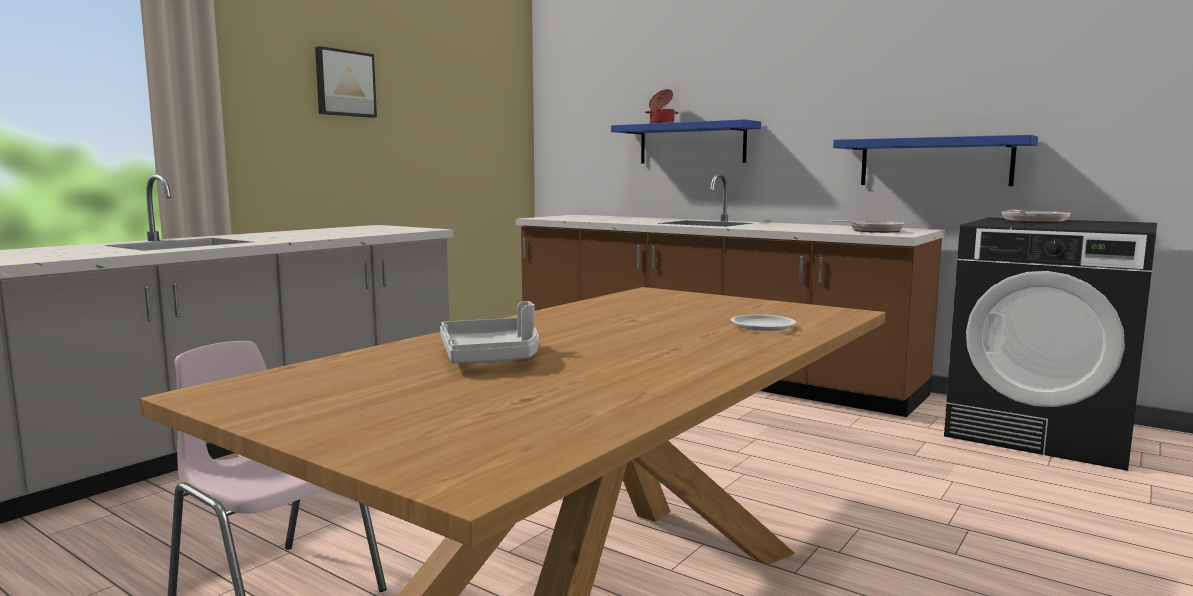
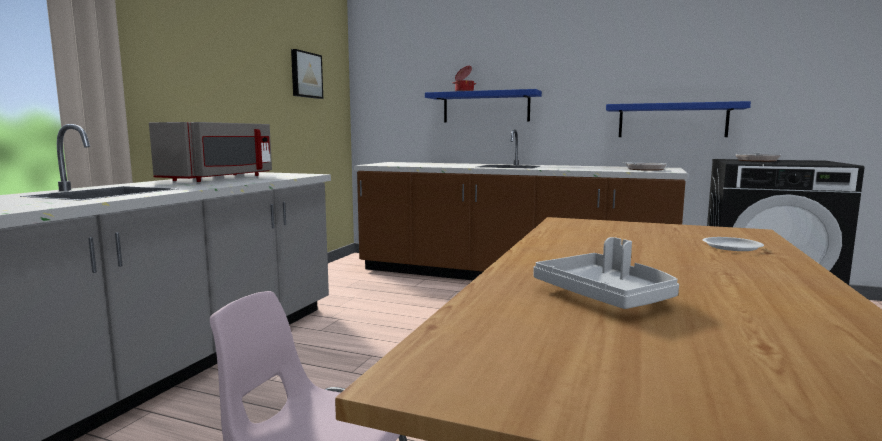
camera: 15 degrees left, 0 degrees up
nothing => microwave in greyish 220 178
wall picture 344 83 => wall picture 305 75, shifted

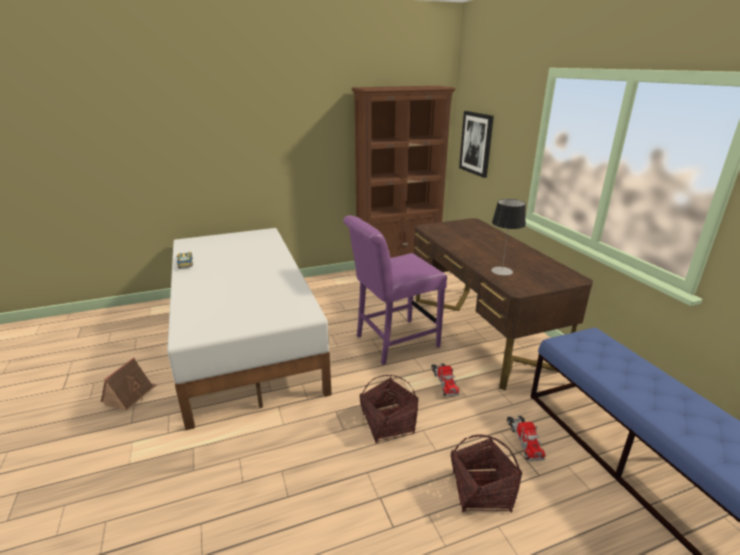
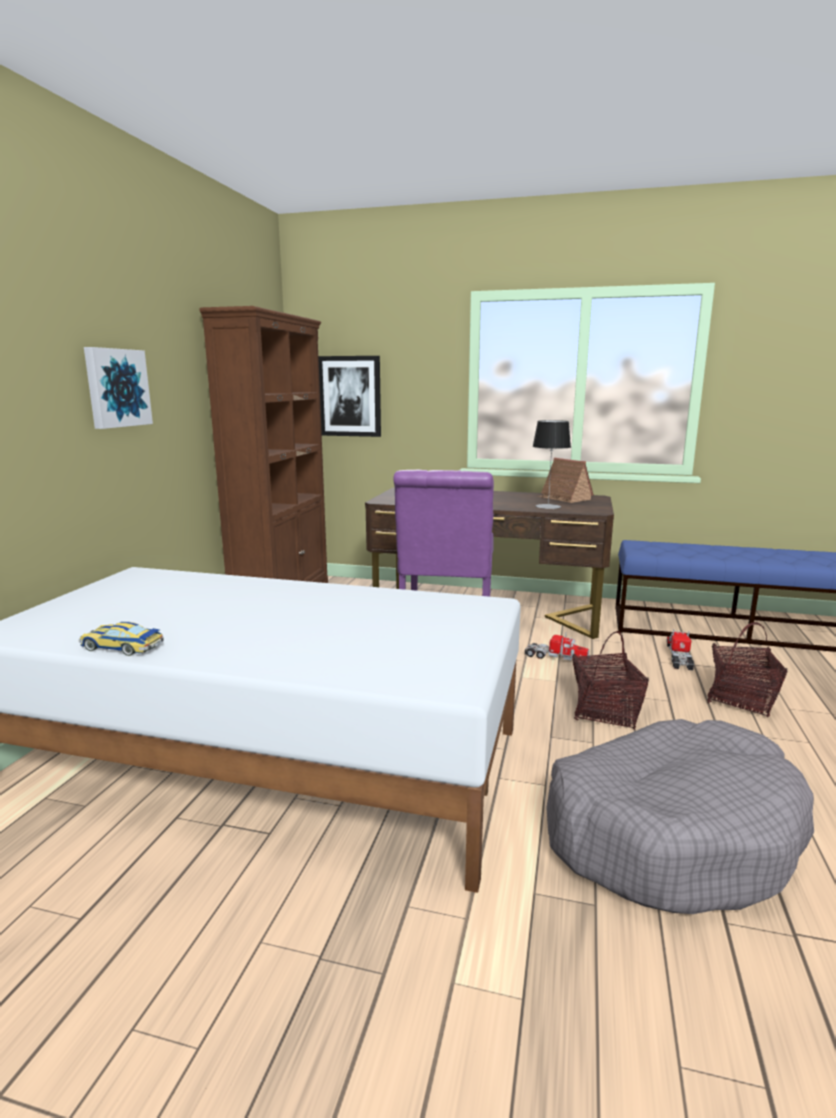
camera: 55 degrees left, 10 degrees down
nothing => wall picture 116 388
nothing => dog bed in greyish 670 833
toy house 130 395 => toy house 564 498, shifted
model truck 524 440 => model truck 679 657, 105 degrees counterclockwise

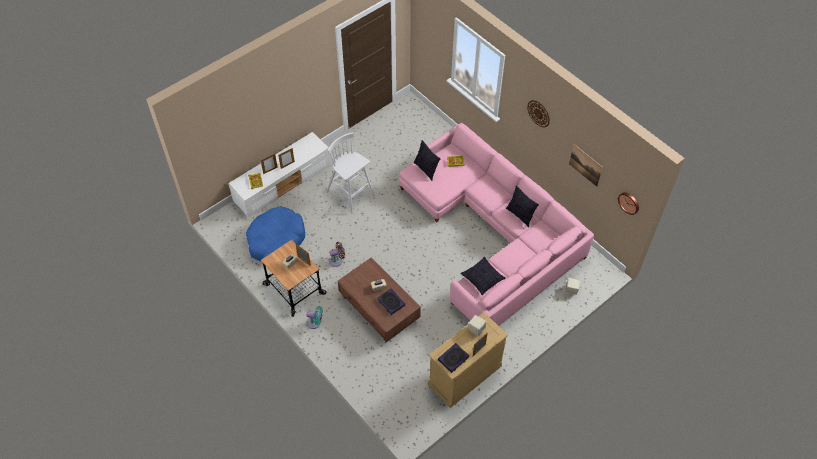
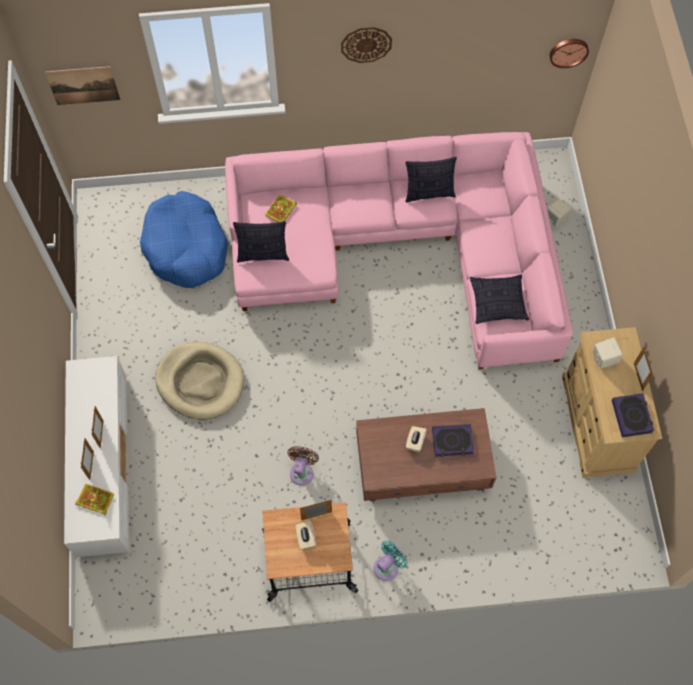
camera: 55 degrees left, 10 degrees up
dog bed in bluish 276 240 => dog bed in bluish 186 247, shifted
wall picture 585 165 => wall picture 83 85, shifted
stool in white 351 194 => dog bed in beige-coloured 200 382

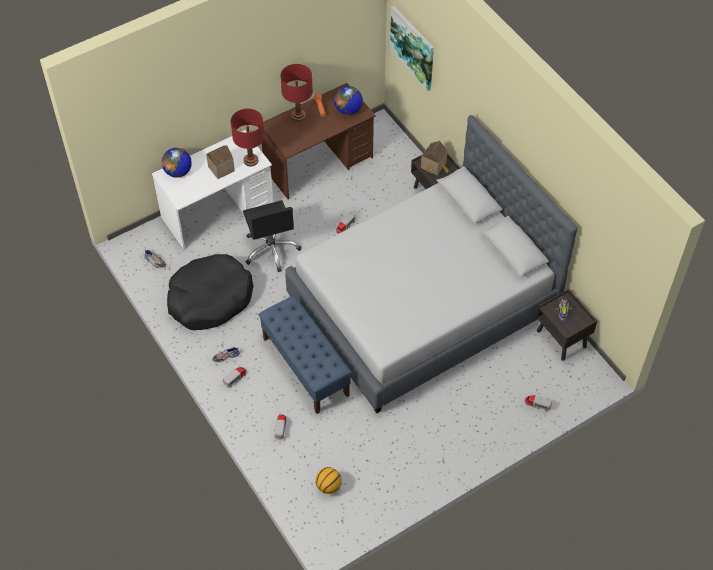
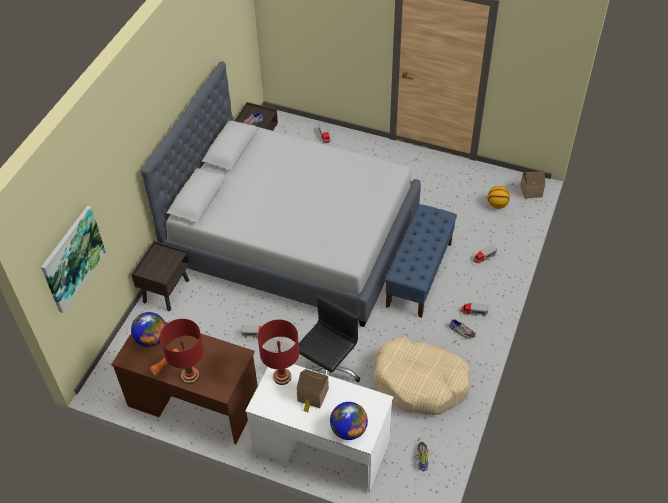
camera: 125 degrees left, 5 degrees down
toy house 434 166 => toy house 530 190, shifted
dog bed in black-coloured 210 299 => dog bed in beige-coloured 420 382

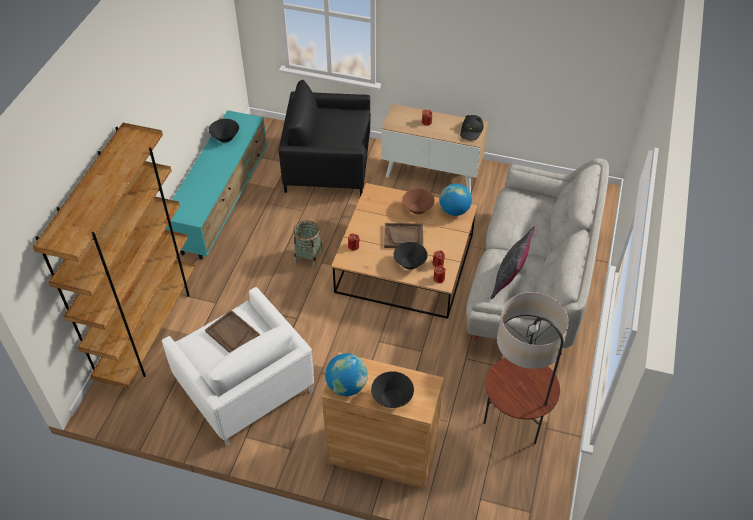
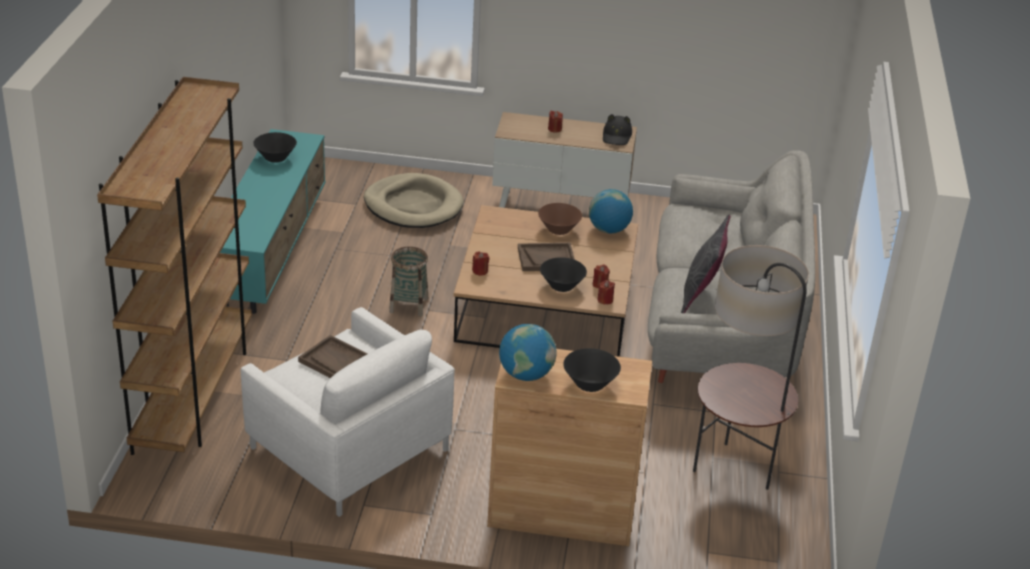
camera: 10 degrees left, 15 degrees down
lounge chair in black-coloured 328 166 => dog bed in beige-coloured 413 205

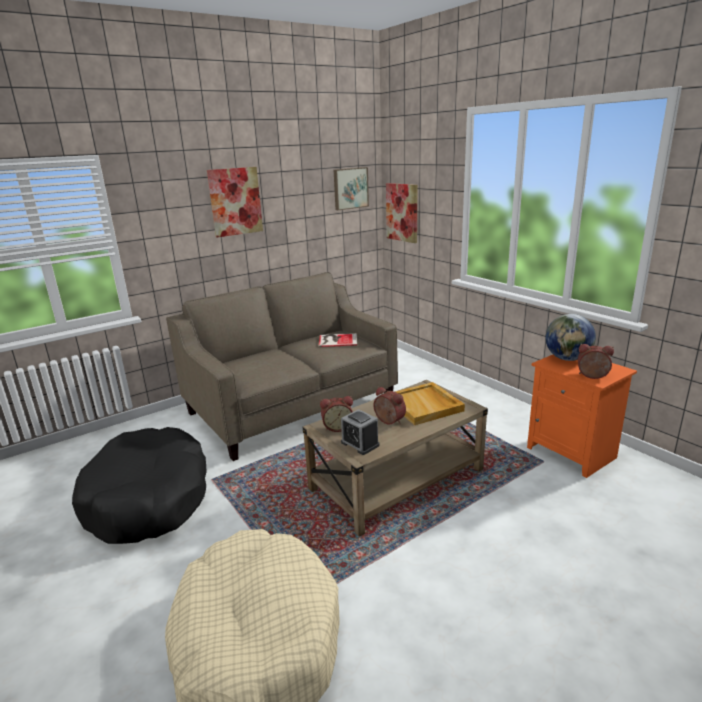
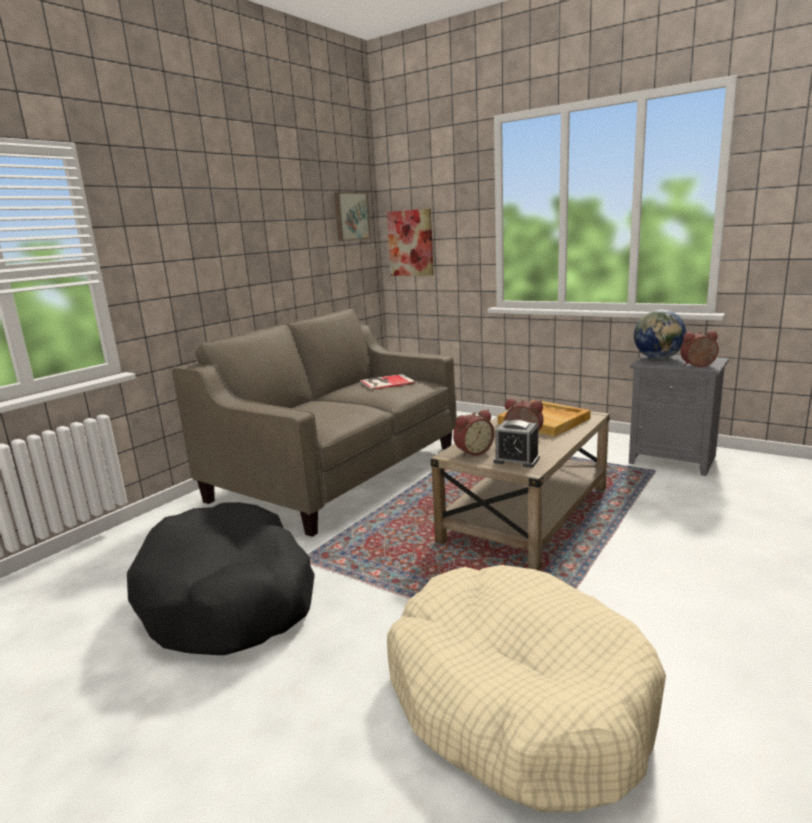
camera: 20 degrees left, 5 degrees down
wall picture 235 201 => nothing
bedside table in orange-coloured 572 452 => bedside table in greyish 673 459

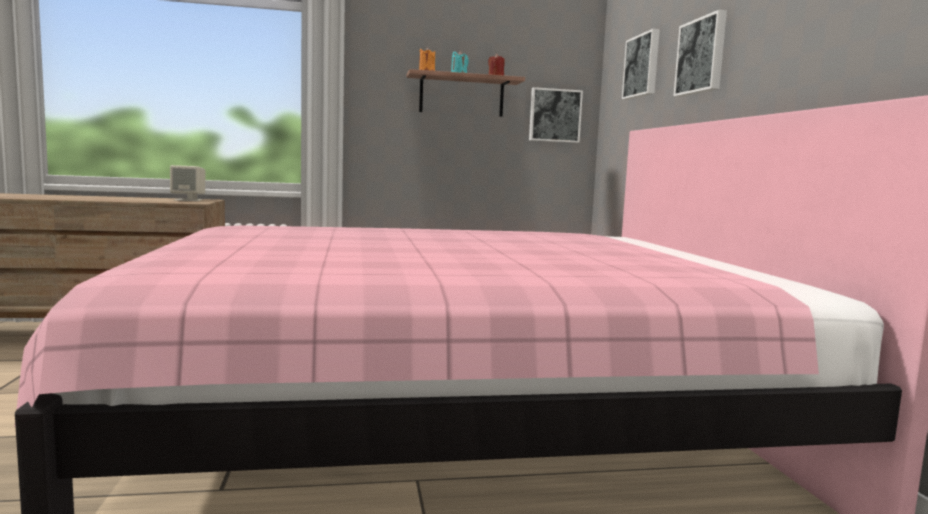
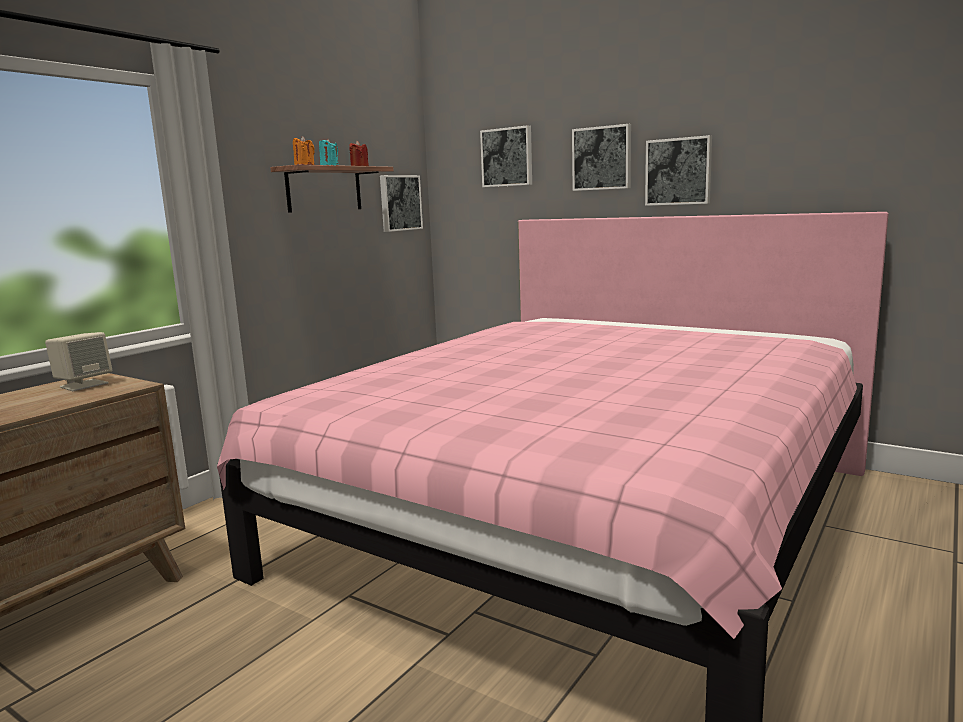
camera: 45 degrees left, 5 degrees up
nothing => wall picture 678 171

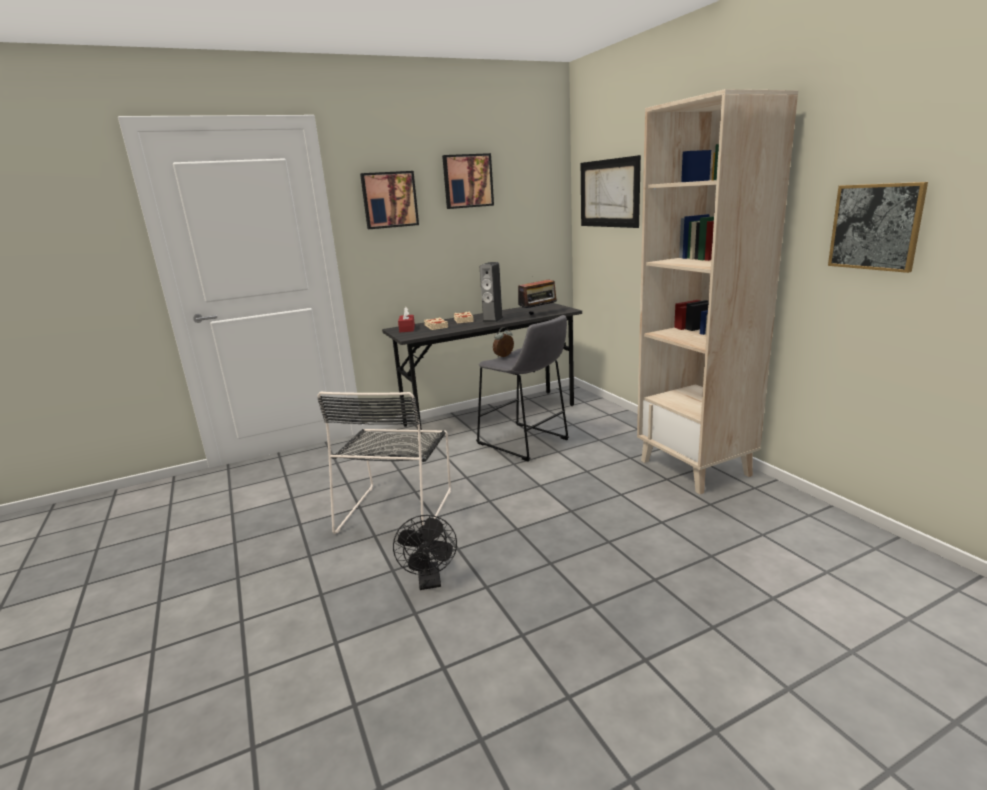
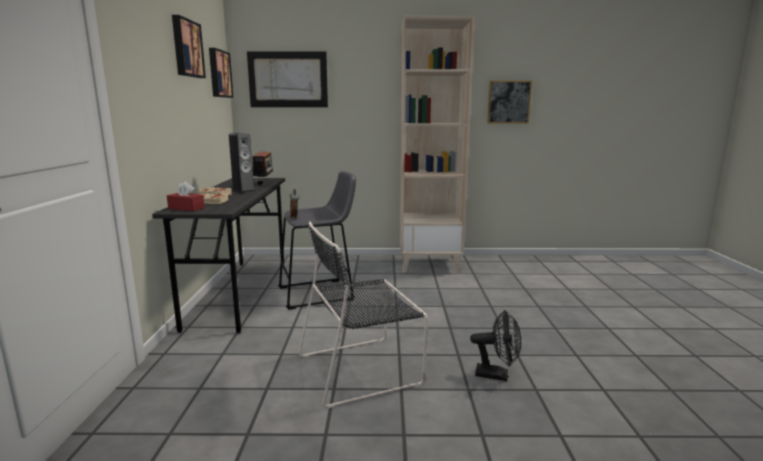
camera: 65 degrees left, 5 degrees down
wall picture 389 200 => wall picture 219 74, shifted
upright chair in black-coloured 397 509 => upright chair in black-coloured 362 368, 120 degrees clockwise

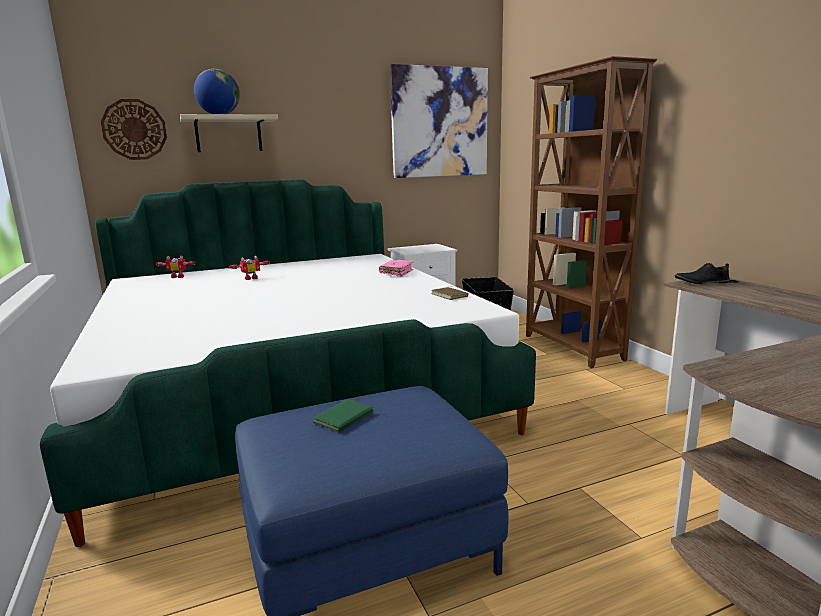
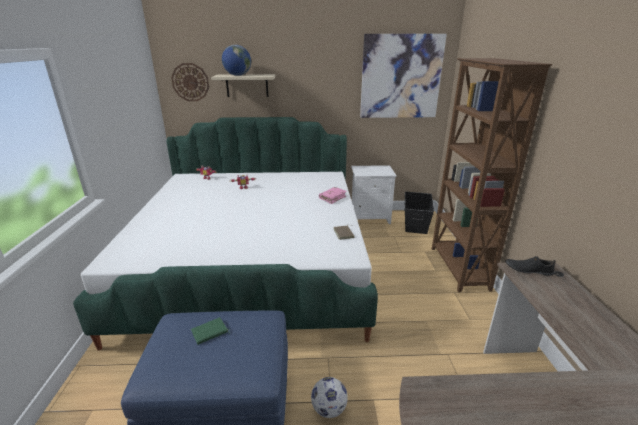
camera: 20 degrees right, 10 degrees up
nothing => ball for football 328 409

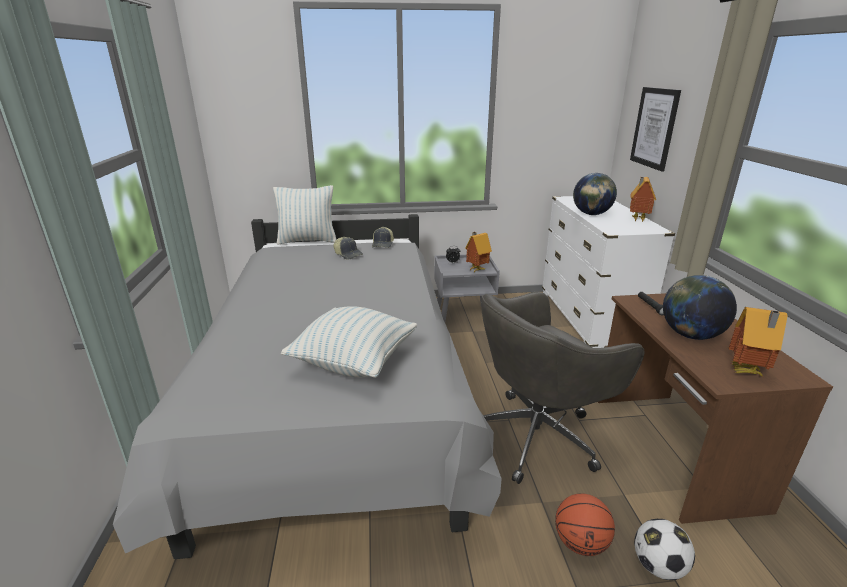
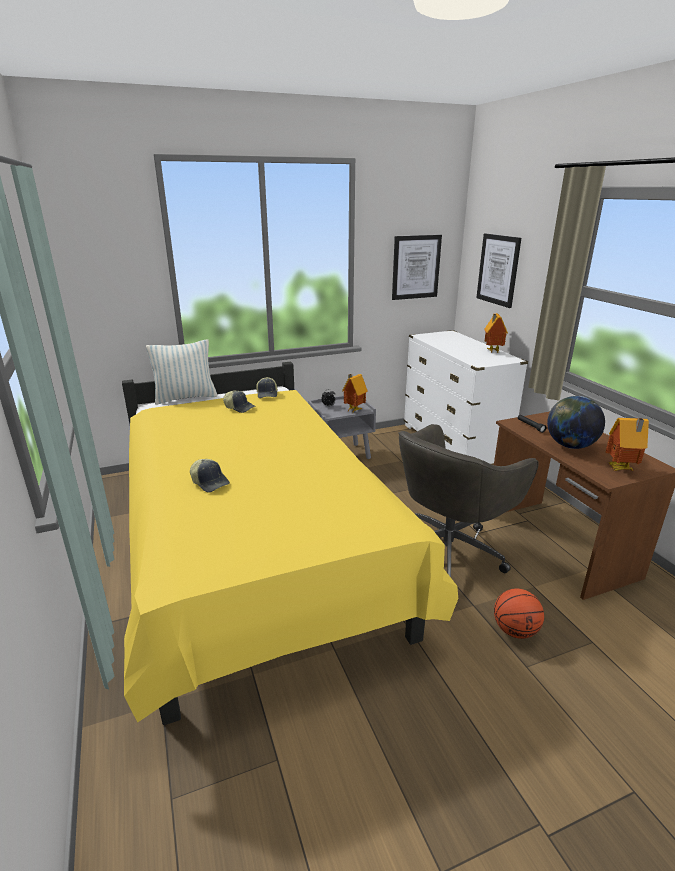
camera: 15 degrees left, 0 degrees up
pillow 354 362 => nothing
globe 591 214 => nothing
ball for football 658 566 => nothing
nothing => peaked cap 210 482
nothing => wall picture 416 267
sleeping bed in greyish 336 400 => sleeping bed in yellow 254 552

